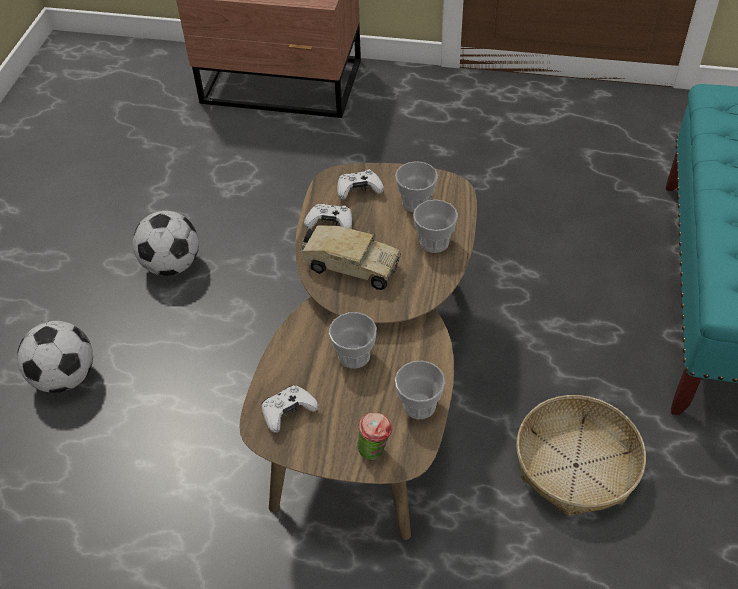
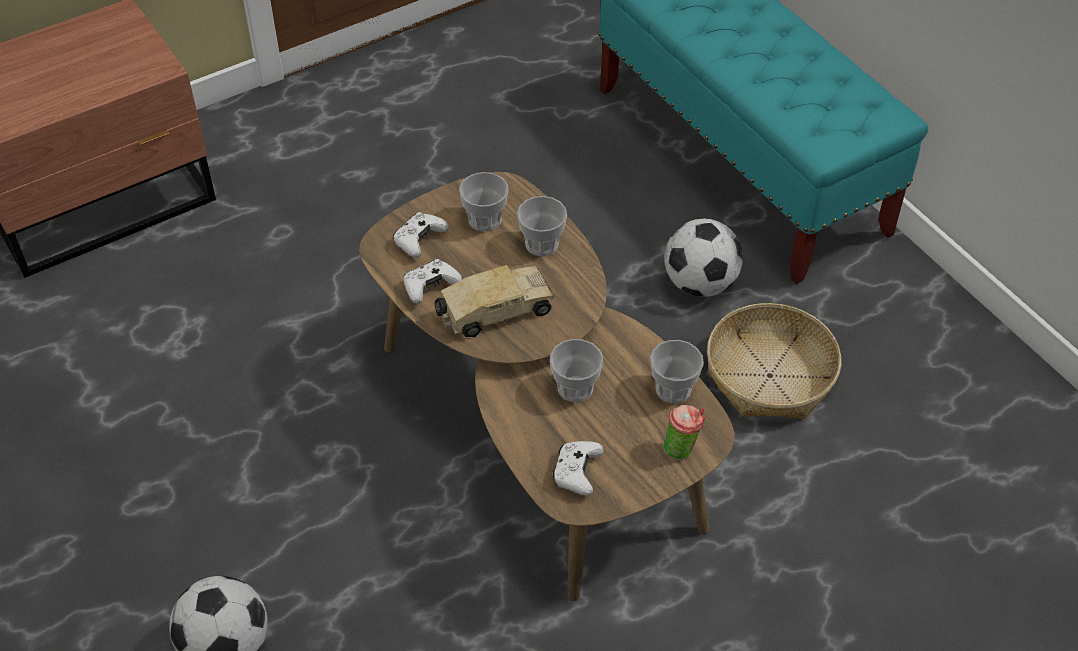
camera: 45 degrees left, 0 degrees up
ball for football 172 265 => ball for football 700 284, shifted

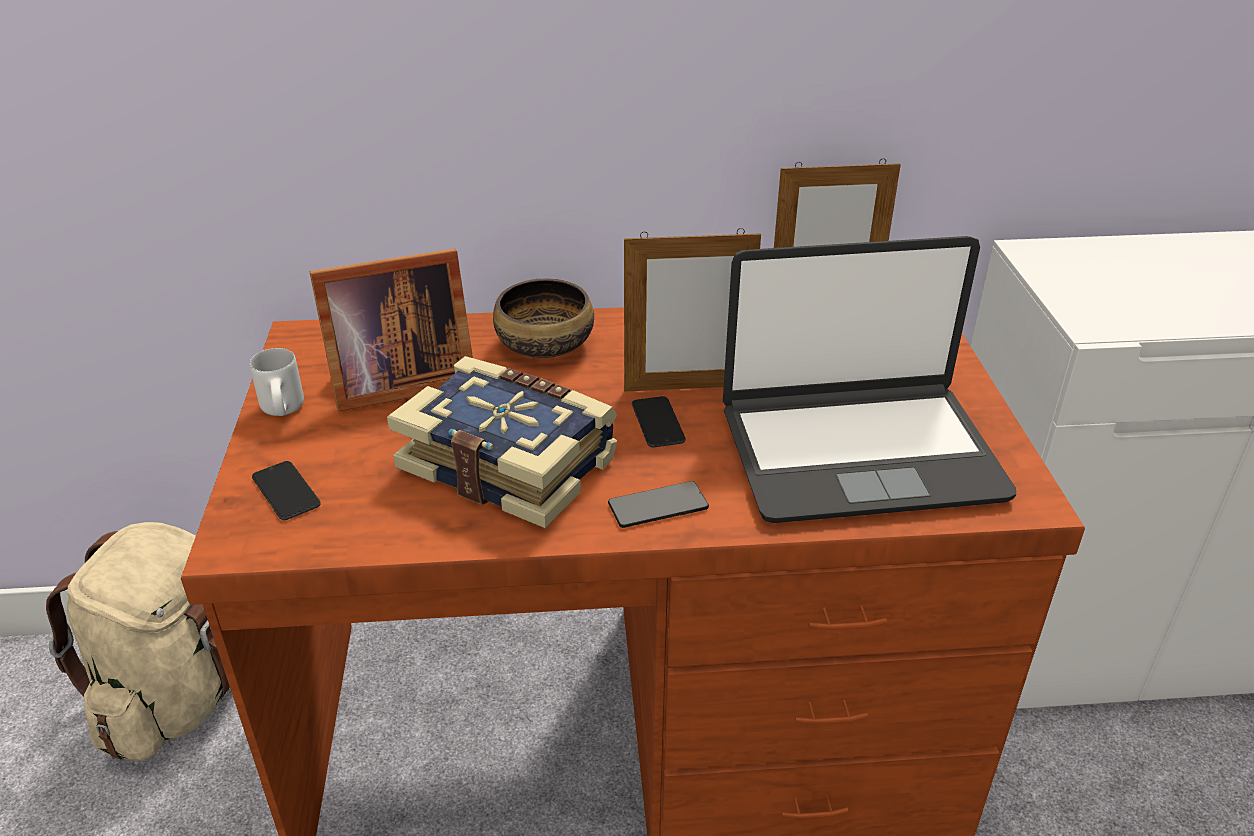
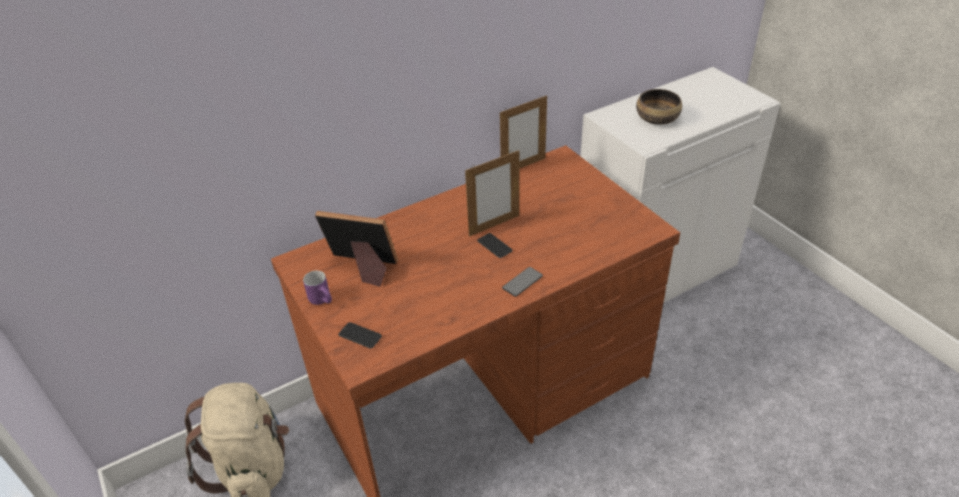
camera: 25 degrees left, 5 degrees up
volume 510 462 => nothing
portable computer 858 452 => nothing
serving bowl 546 344 => serving bowl 657 118, shifted
tea mug in white 286 411 => tea mug in purplish 323 300
picture frame 396 382 => picture frame 363 268, 120 degrees counterclockwise

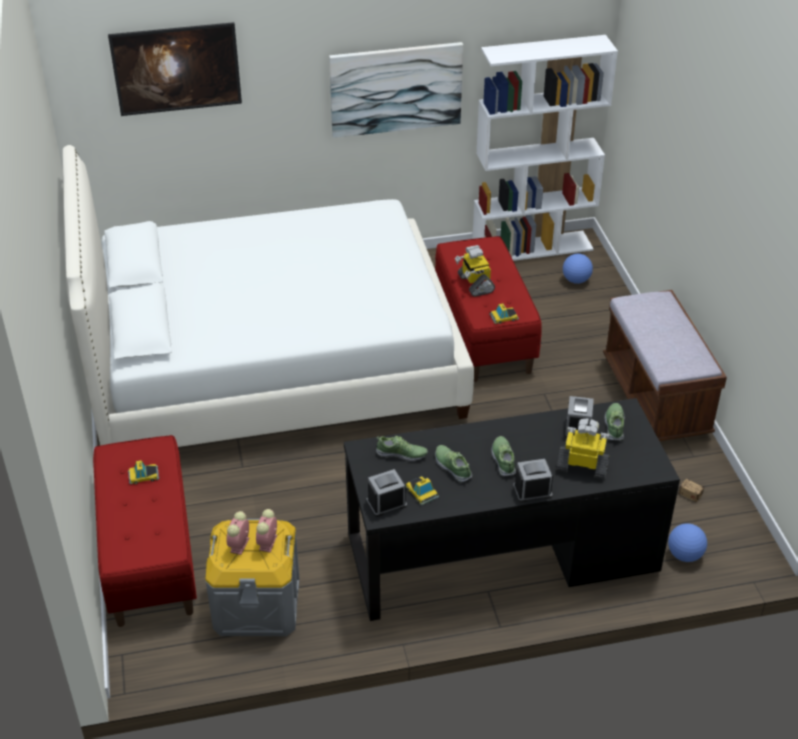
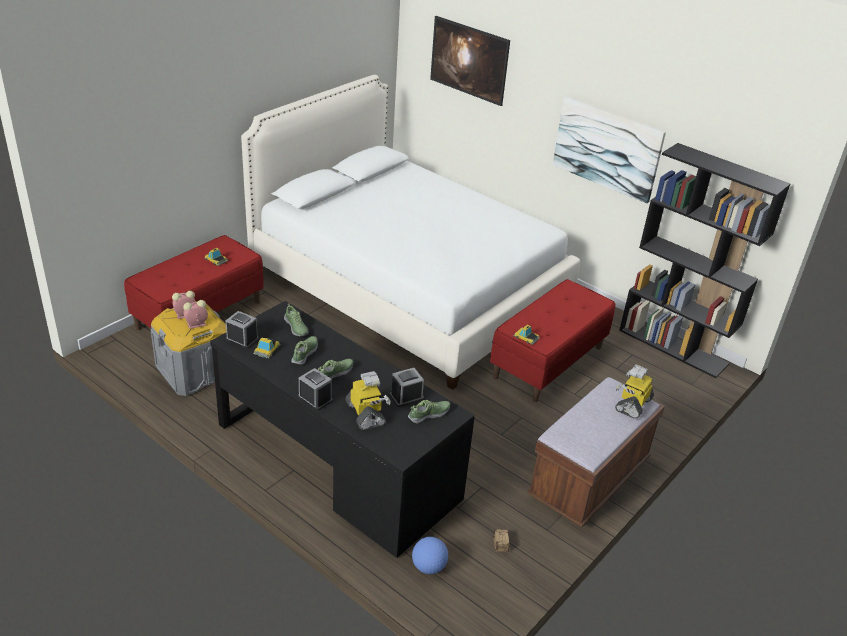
camera: 50 degrees right, 5 degrees down
ball for football 576 280 => nothing
robot figure 474 284 => robot figure 632 404, shifted
shelving unit in white 532 247 => shelving unit in black-coloured 673 347

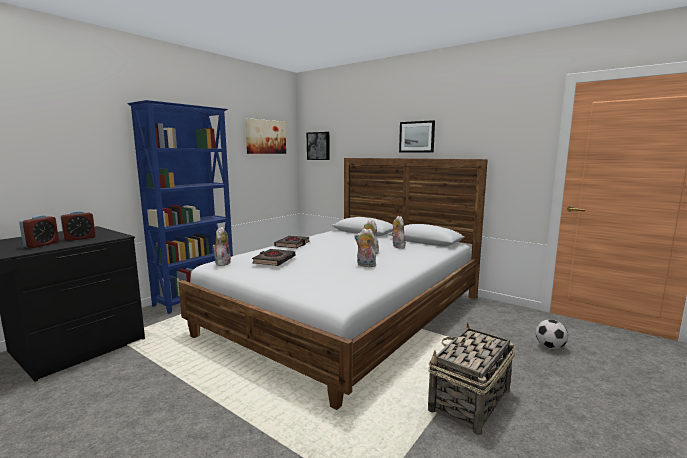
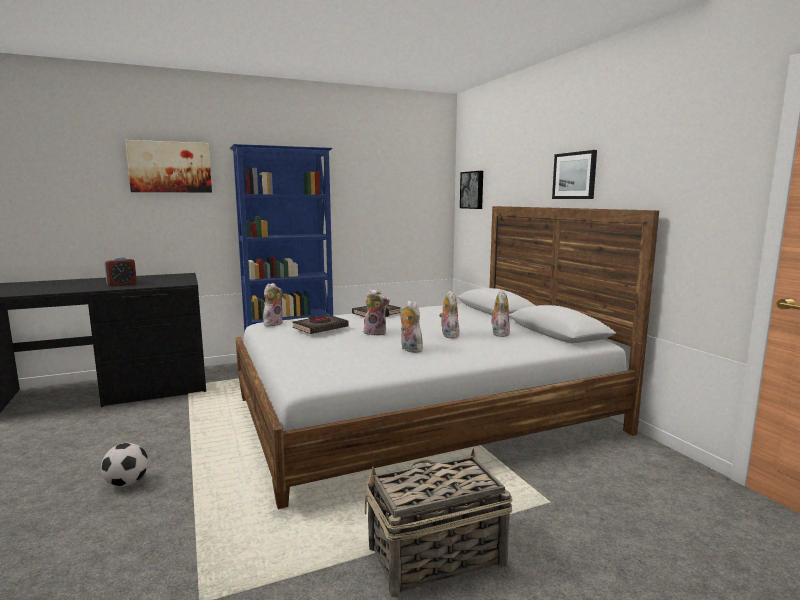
camera: 30 degrees right, 0 degrees up
table clock 80 238 => nothing
nothing => cuddly toy 376 333
wall picture 265 137 => wall picture 170 167, shifted
ball for football 550 347 => ball for football 127 483, shifted

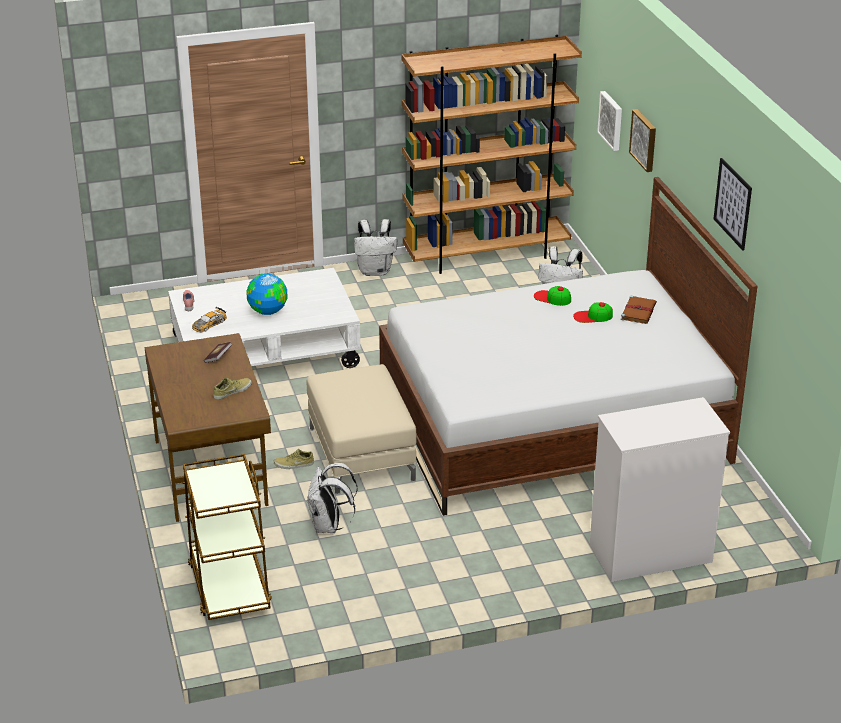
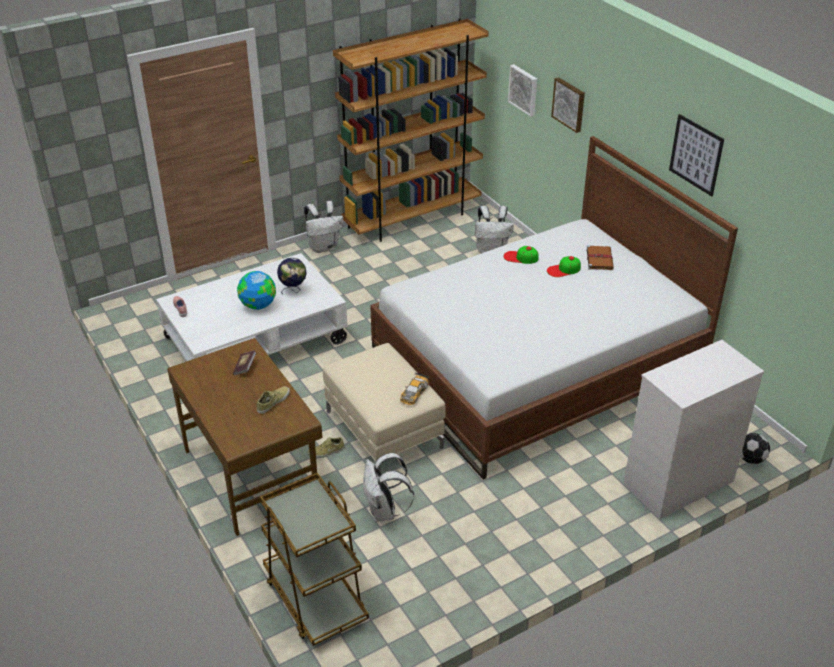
camera: 15 degrees left, 5 degrees up
nothing => globe 293 290
nothing => ball for football 750 459
toy car 209 324 => toy car 414 393, shifted

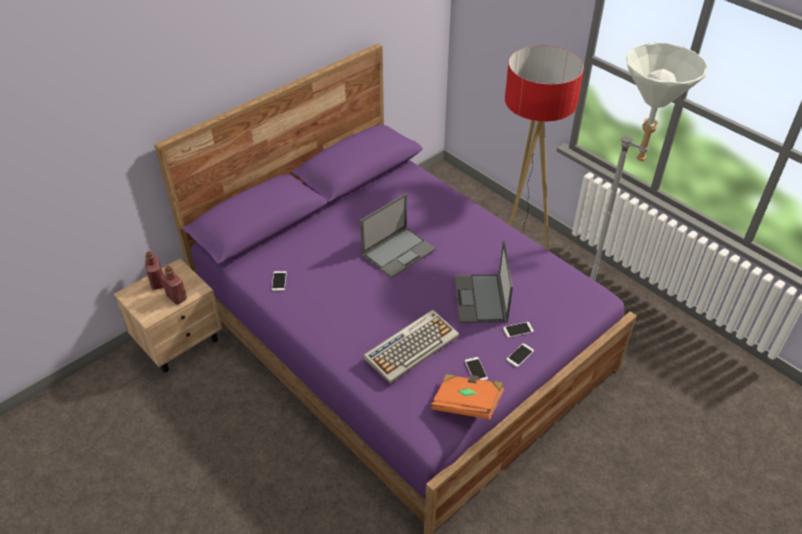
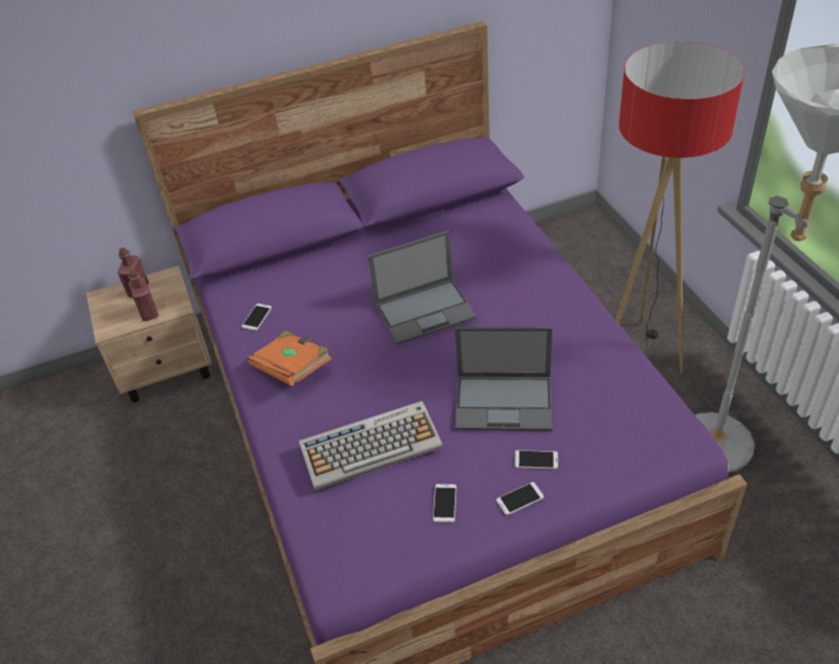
camera: 25 degrees right, 0 degrees up
volume in orange-coloured 467 404 => volume in orange-coloured 293 368, shifted
portable computer 481 299 => portable computer 505 402, 105 degrees counterclockwise

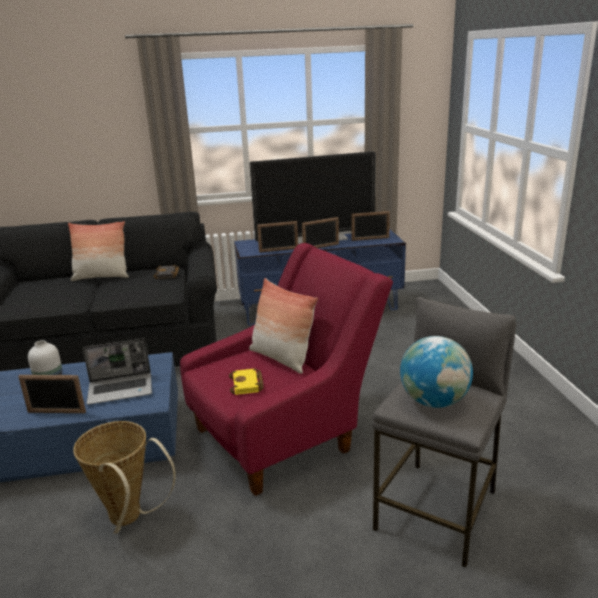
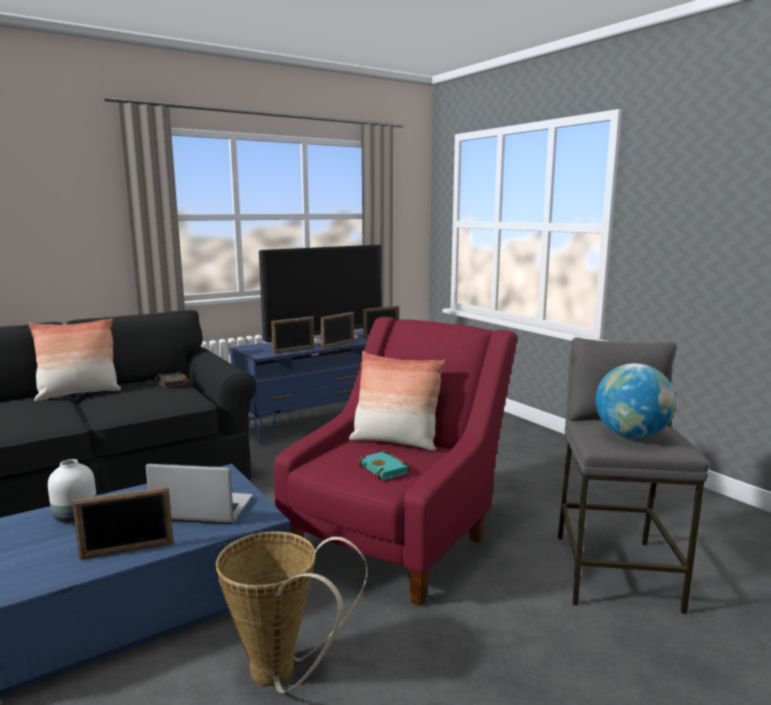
camera: 25 degrees left, 10 degrees down
volume in yellow 247 385 => volume in turquoise-coloured 386 469
portable computer 121 389 => portable computer 201 510, 135 degrees counterclockwise

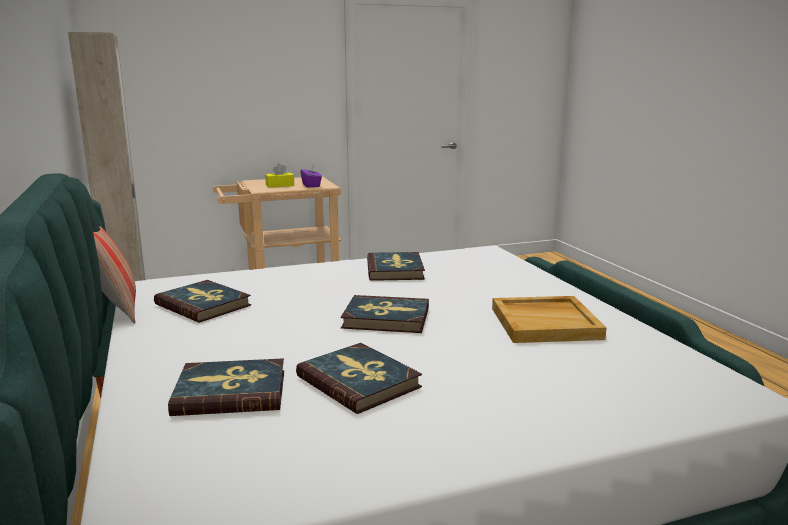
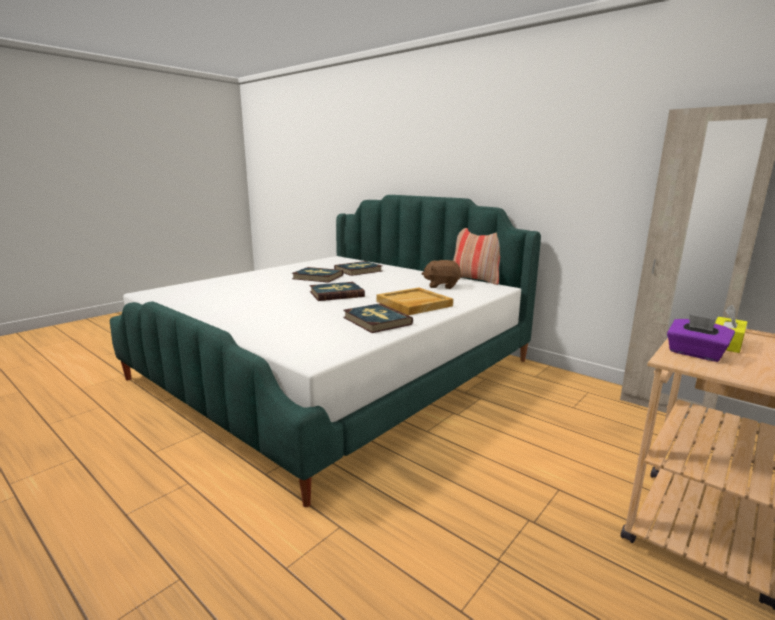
camera: 150 degrees right, 0 degrees up
serving tray in beige-coloured 545 323 => serving tray in beige-coloured 414 304, shifted
volume 203 305 => cuddly toy in brown-coloured 442 286

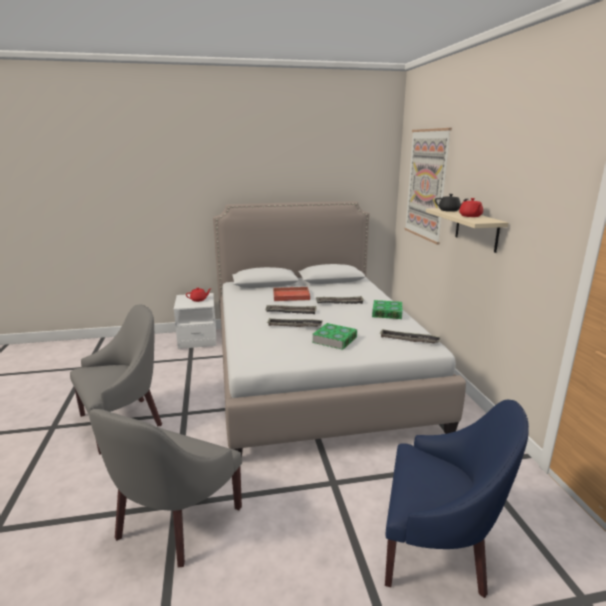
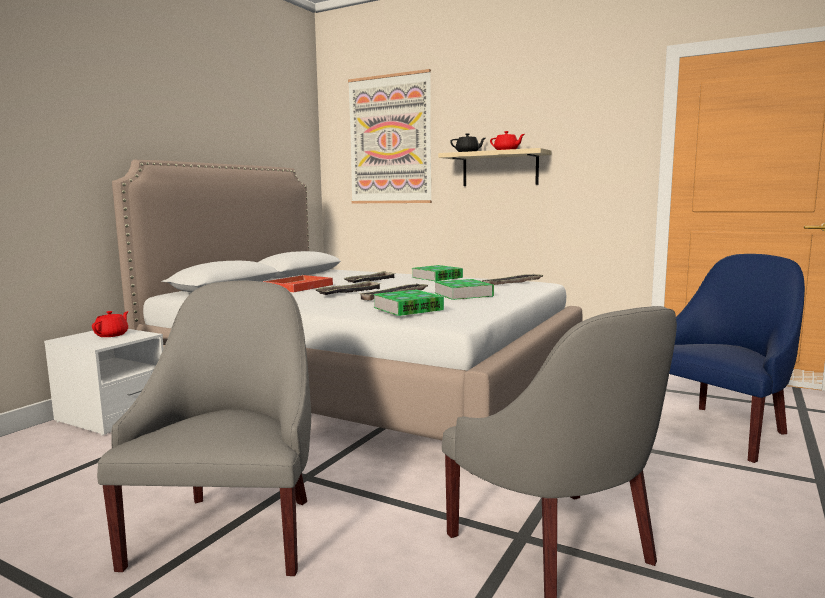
camera: 50 degrees left, 10 degrees down
nothing => volume 408 308

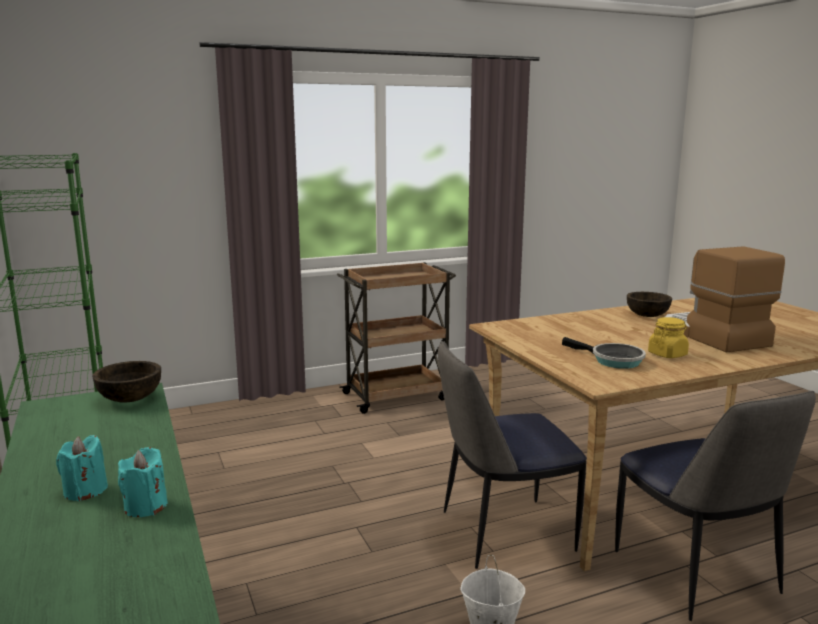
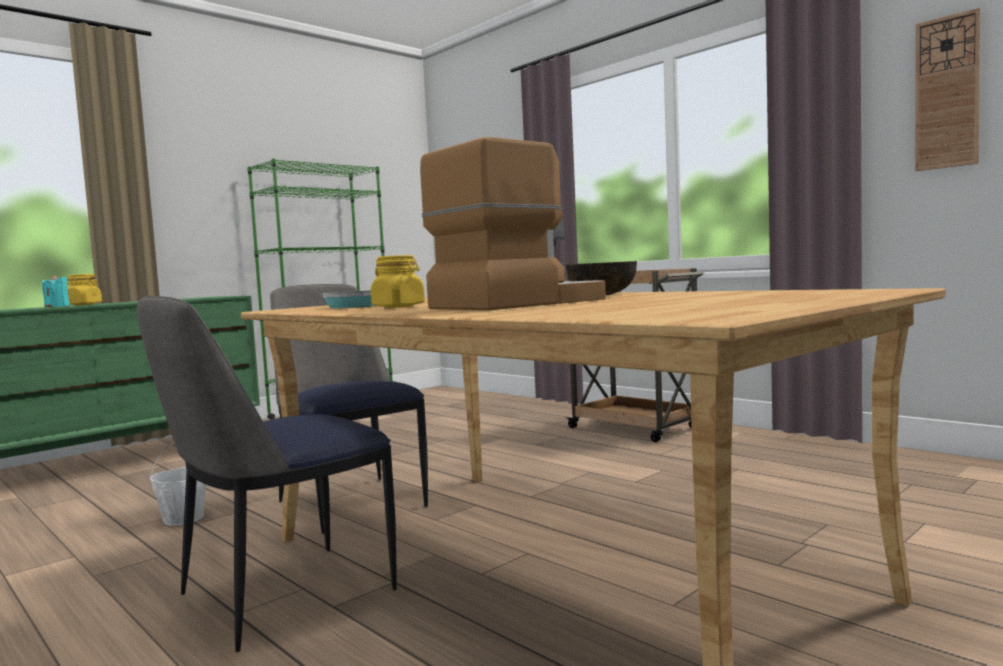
camera: 70 degrees right, 10 degrees down
serving bowl in brown-coloured 129 398 => nothing
nothing => hanging clock 947 93
candle in turquoise-coloured 85 491 => storage jar in yellow 84 304

